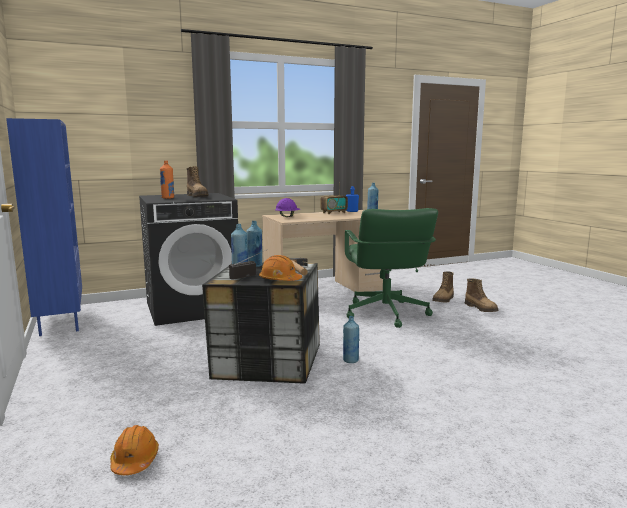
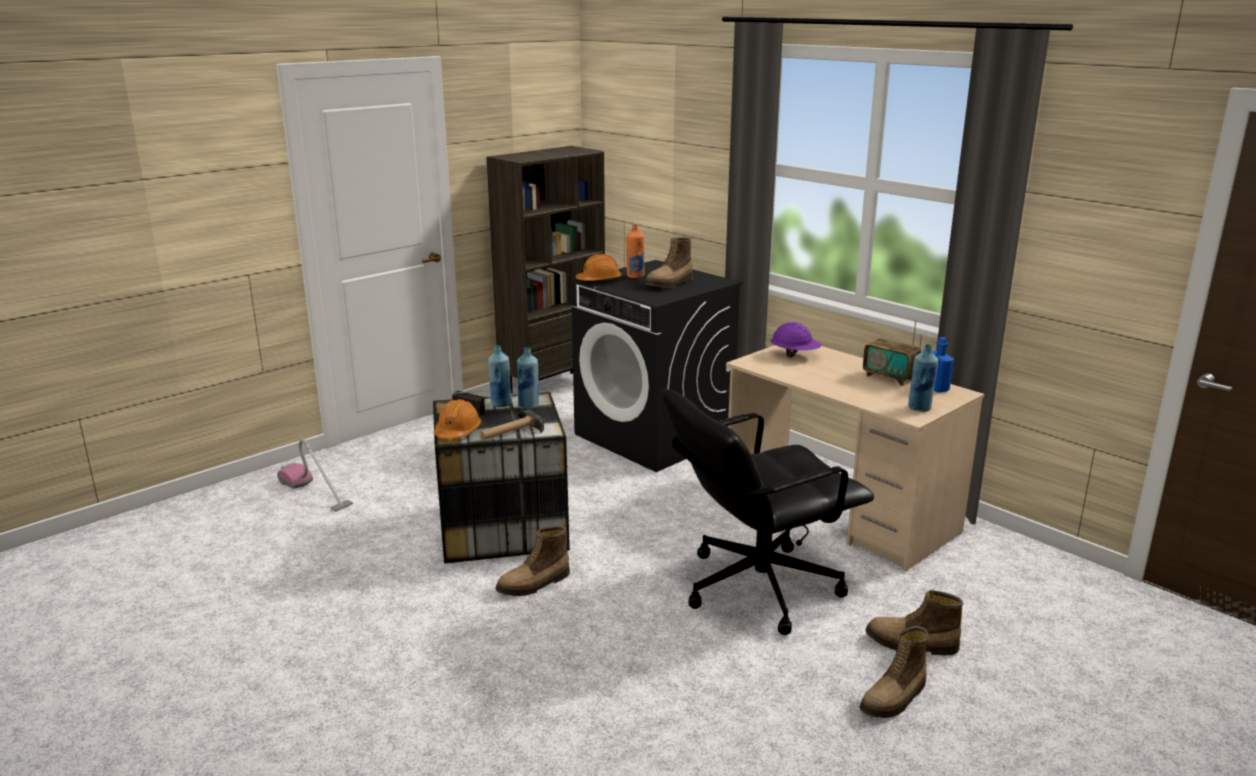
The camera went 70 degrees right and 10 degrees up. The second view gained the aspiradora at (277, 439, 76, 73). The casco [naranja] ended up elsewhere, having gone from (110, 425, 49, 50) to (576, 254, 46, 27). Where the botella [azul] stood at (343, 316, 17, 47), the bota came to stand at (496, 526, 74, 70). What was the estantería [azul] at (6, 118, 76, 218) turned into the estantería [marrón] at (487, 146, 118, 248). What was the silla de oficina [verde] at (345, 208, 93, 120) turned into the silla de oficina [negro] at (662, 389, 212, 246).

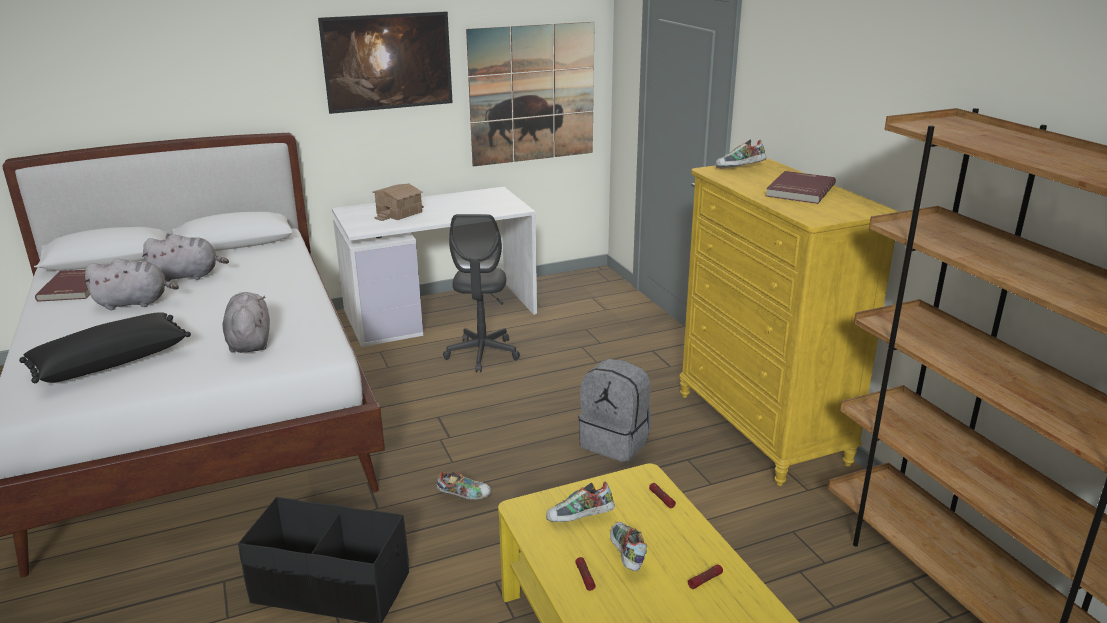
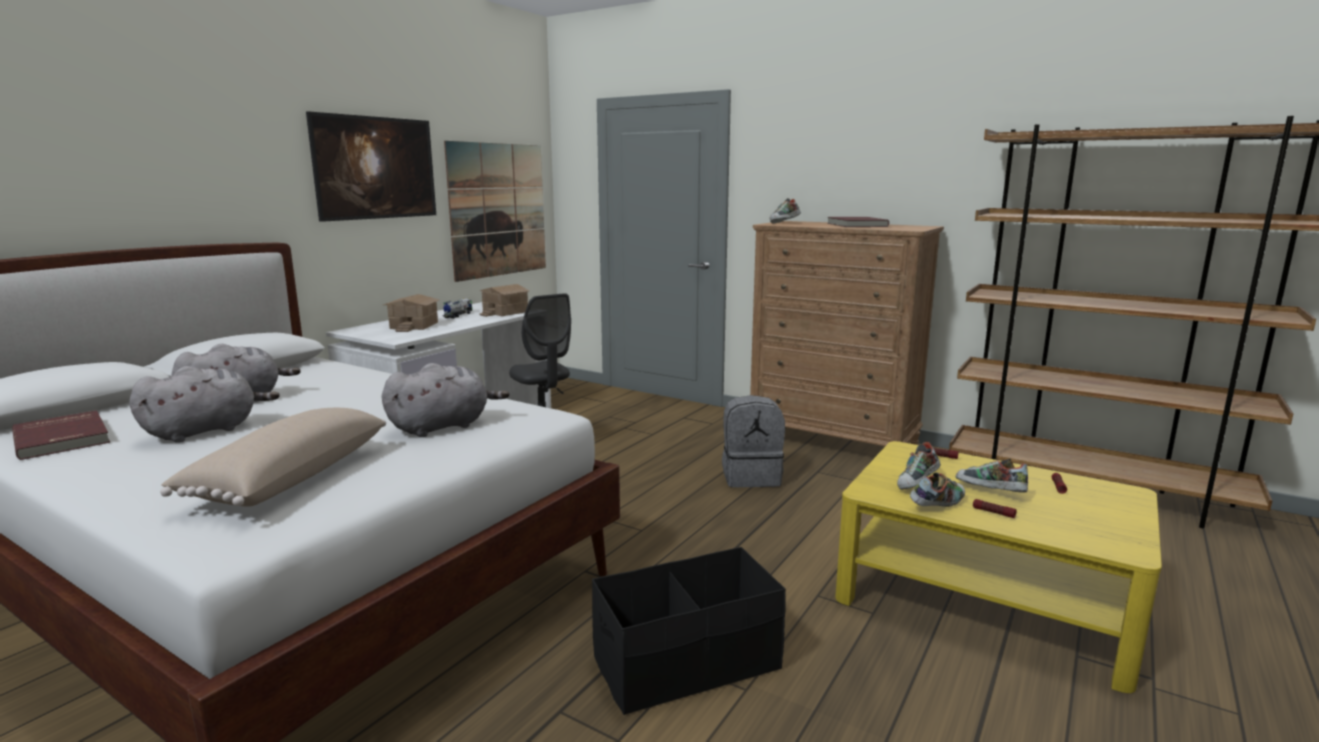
The camera went 35 degrees left and 10 degrees down. The second view gained the camión de juguete at (443, 298, 29, 20). The second view gained the casita at (479, 284, 50, 33). The zapato ended up elsewhere, having gone from (437, 472, 54, 28) to (910, 473, 55, 34). What was the cojín [negro] at (19, 312, 172, 71) turned into the cojín [beis] at (160, 408, 226, 98). What was the cómoda [amarillo] at (680, 159, 219, 327) turned into the cómoda [marrón] at (750, 221, 194, 225). The peluche [gris] at (223, 292, 47, 61) ended up facing another way, 105 degrees clockwise from before.

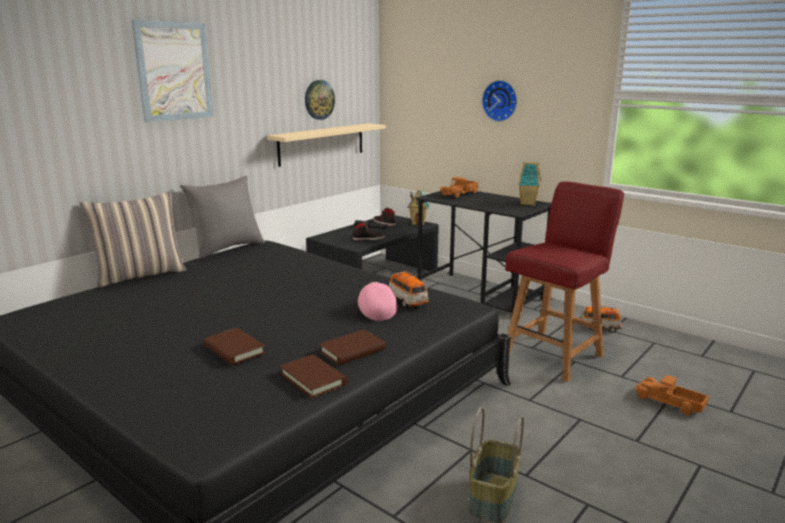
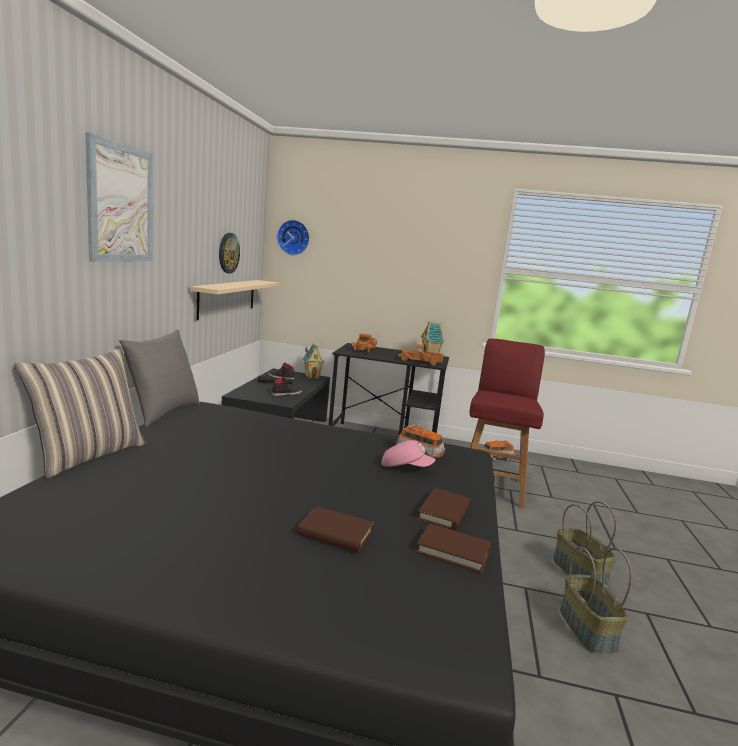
The camera went 30 degrees left and 5 degrees down. The second view gained the cesta at (553, 501, 64, 85). The reloj de pared ended up elsewhere, having gone from (482, 80, 35, 42) to (277, 220, 33, 35). The camión de juguete ended up elsewhere, having gone from (634, 375, 75, 40) to (399, 344, 45, 22). The gorra [rosa] at (358, 282, 39, 39) ended up facing another way, 150 degrees clockwise from before.

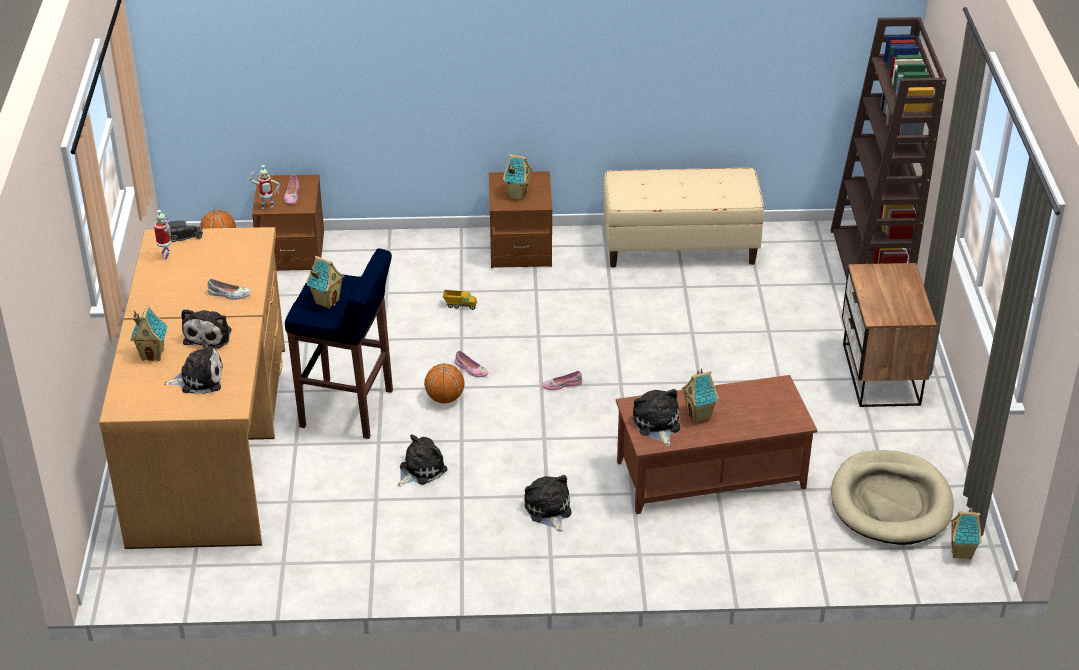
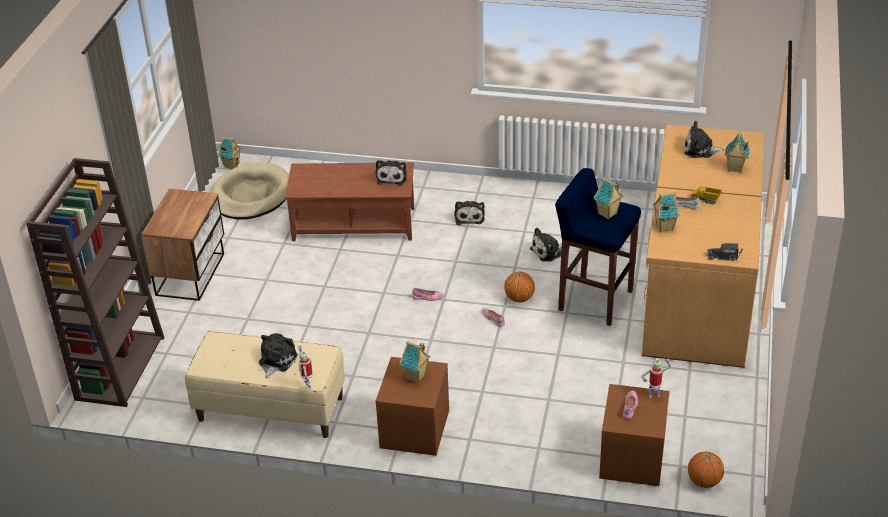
The camera went 165 degrees left and 0 degrees up. The robot de juguete ended up elsewhere, having gone from (154, 210, 17, 51) to (298, 346, 15, 43). The peluche ended up elsewhere, having gone from (181, 309, 50, 40) to (259, 333, 39, 46). The camión de juguete ended up elsewhere, having gone from (443, 290, 34, 20) to (691, 186, 31, 18). The casita ended up elsewhere, having gone from (681, 368, 38, 55) to (653, 192, 27, 40).

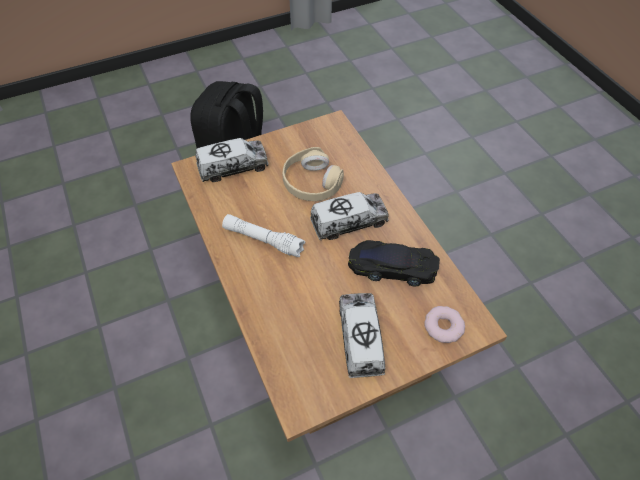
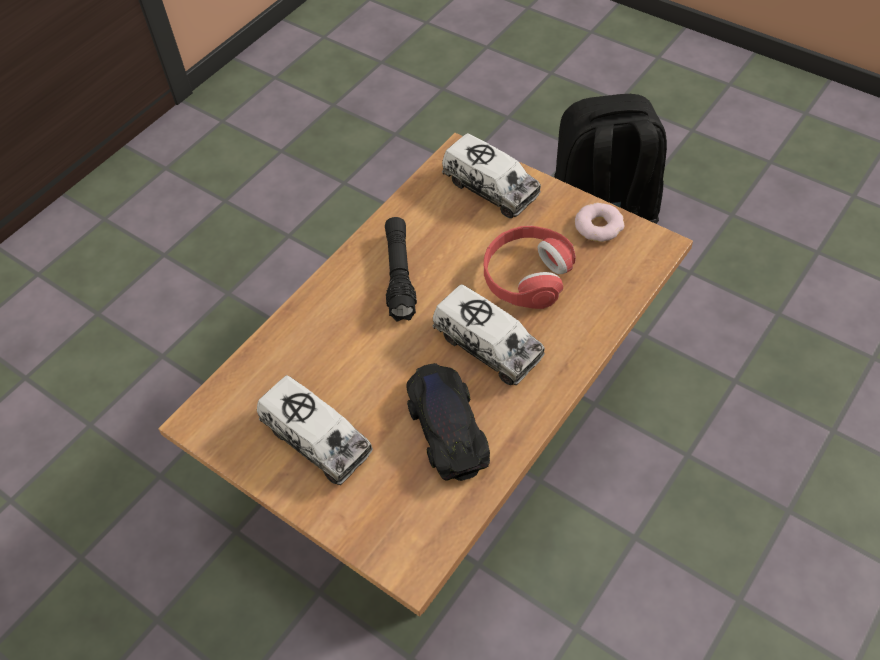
The camera went 65 degrees right and 0 degrees up. The rosquilla ended up elsewhere, having gone from (424, 306, 41, 37) to (575, 203, 49, 39). What was the linterna [blanco] at (222, 214, 83, 43) turned into the linterna [negro] at (385, 217, 32, 105). What was the auriculares [beis] at (282, 147, 62, 54) turned into the auriculares [rojo] at (484, 226, 92, 83). The camión de juguete at (339, 293, 46, 85) ended up facing another way, 75 degrees clockwise from before.

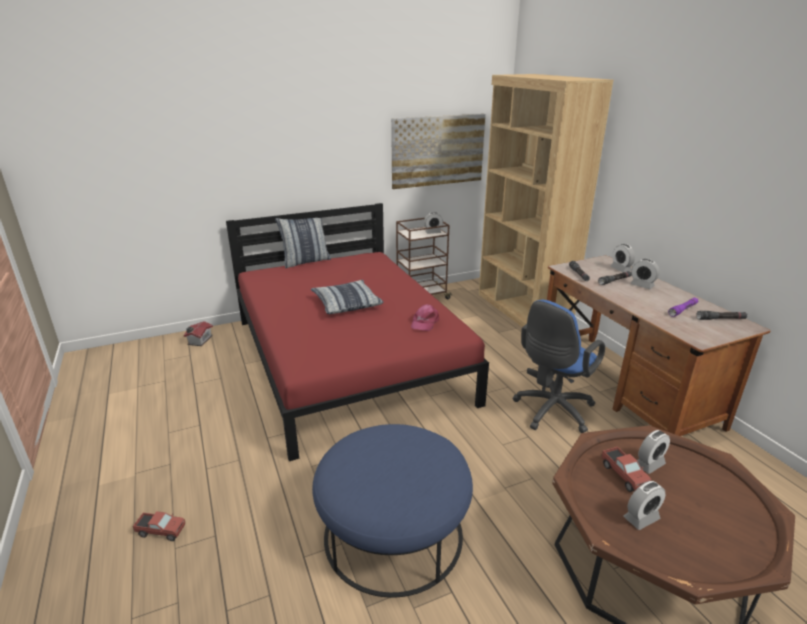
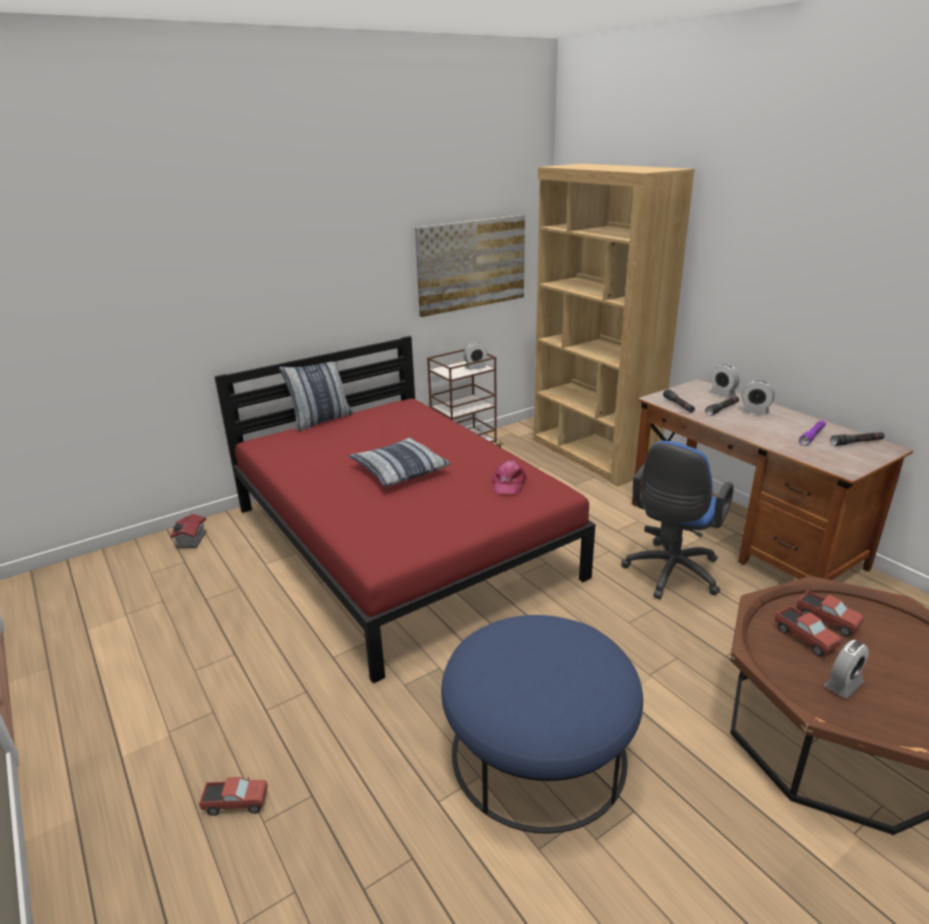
The camera went 10 degrees left and 0 degrees up. Where the despertador stood at (637, 430, 33, 44), the camión de juguete came to stand at (797, 591, 67, 46).

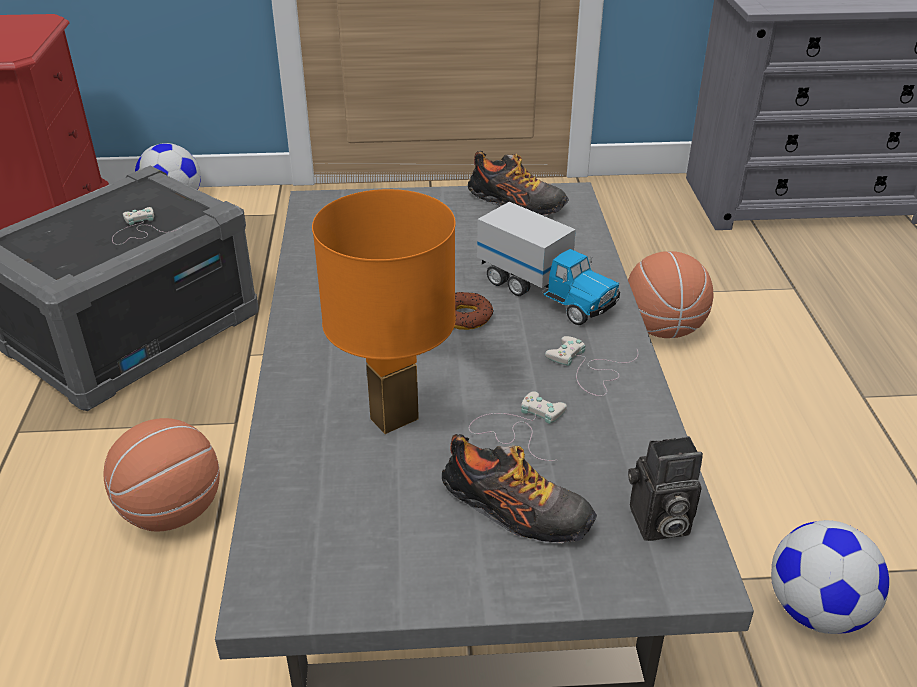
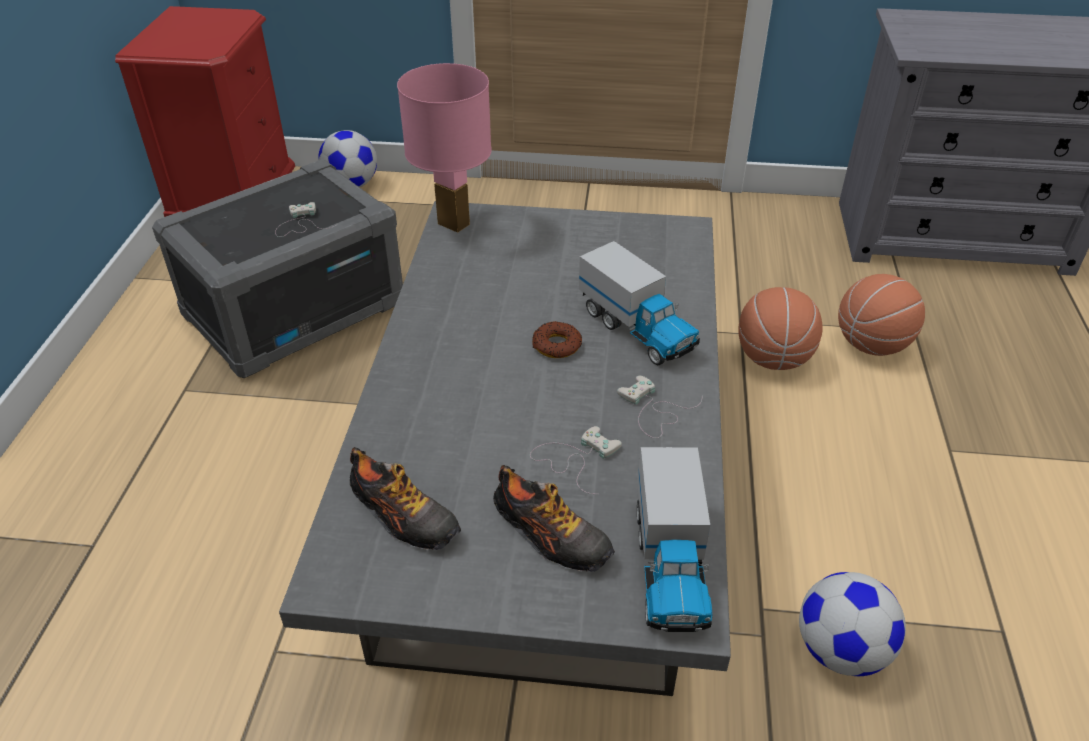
The camera went 10 degrees right and 5 degrees up. The second view lost the lámpara de mesa [naranja] at (312, 189, 144, 245). The second view gained the lámpara de mesa [rosa] at (397, 63, 95, 170). The balón de baloncesto ended up elsewhere, having gone from (103, 418, 117, 114) to (838, 274, 87, 82). The zapato ended up elsewhere, having gone from (468, 151, 101, 64) to (350, 447, 111, 103). Where the cámara stood at (628, 436, 75, 105), the camión de juguete came to stand at (637, 447, 75, 185).

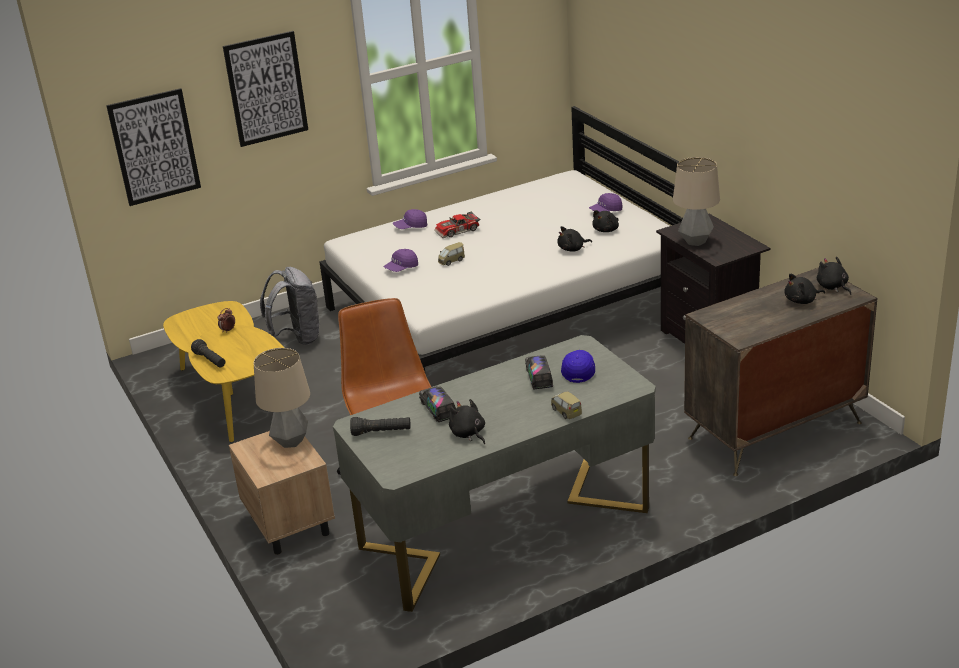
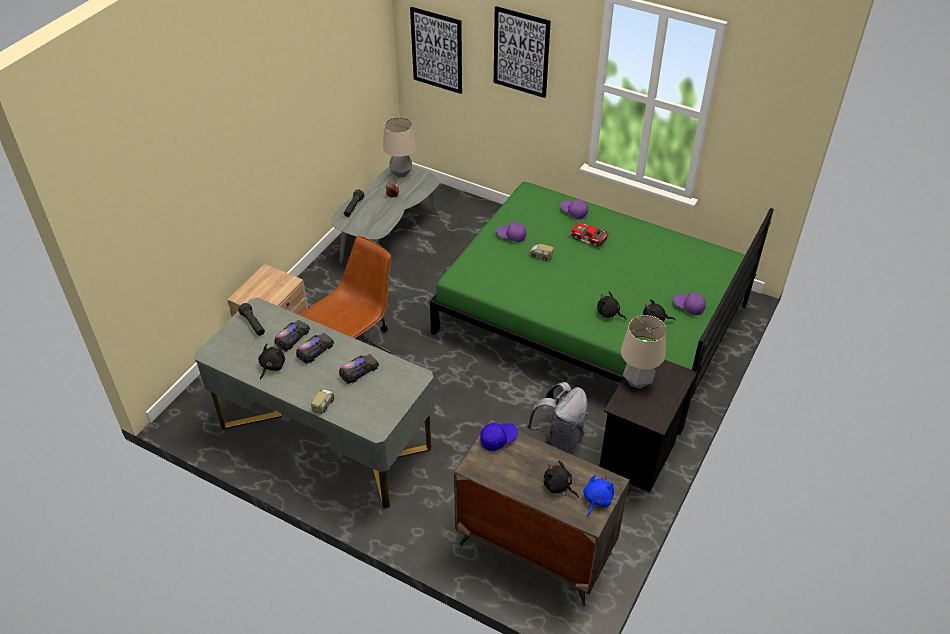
The camera went 55 degrees right and 15 degrees up. The second view gained the camión de juguete at (296, 333, 38, 31). The lámpara de mesa ended up elsewhere, having gone from (254, 348, 56, 100) to (383, 117, 33, 60). The mochila [gris] ended up elsewhere, having gone from (260, 267, 59, 78) to (527, 382, 61, 71). The gorra [azul] ended up elsewhere, having gone from (561, 350, 34, 33) to (480, 422, 38, 29). What was the mesa de centro [amarillo] at (163, 301, 121, 141) turned into the mesa de centro [gris] at (331, 166, 109, 97). What was the cama [blanco] at (319, 106, 364, 265) turned into the cama [verde] at (430, 182, 344, 253). What was the peluche [negro] at (817, 256, 34, 39) turned into the peluche [azul] at (583, 474, 31, 43).

